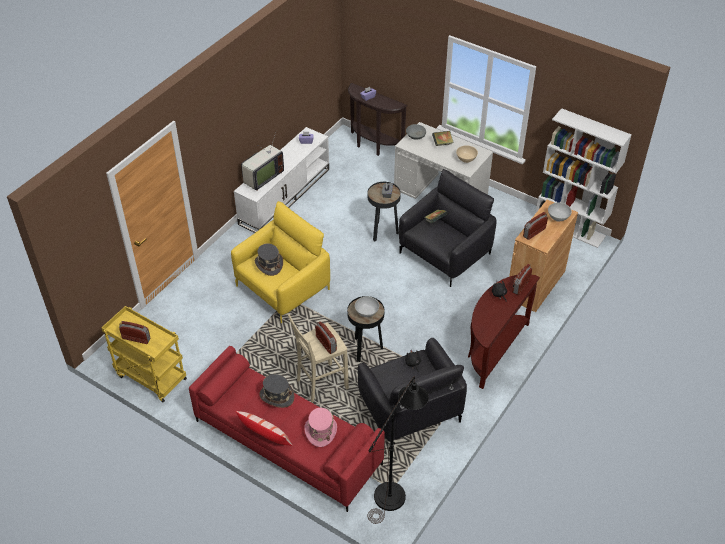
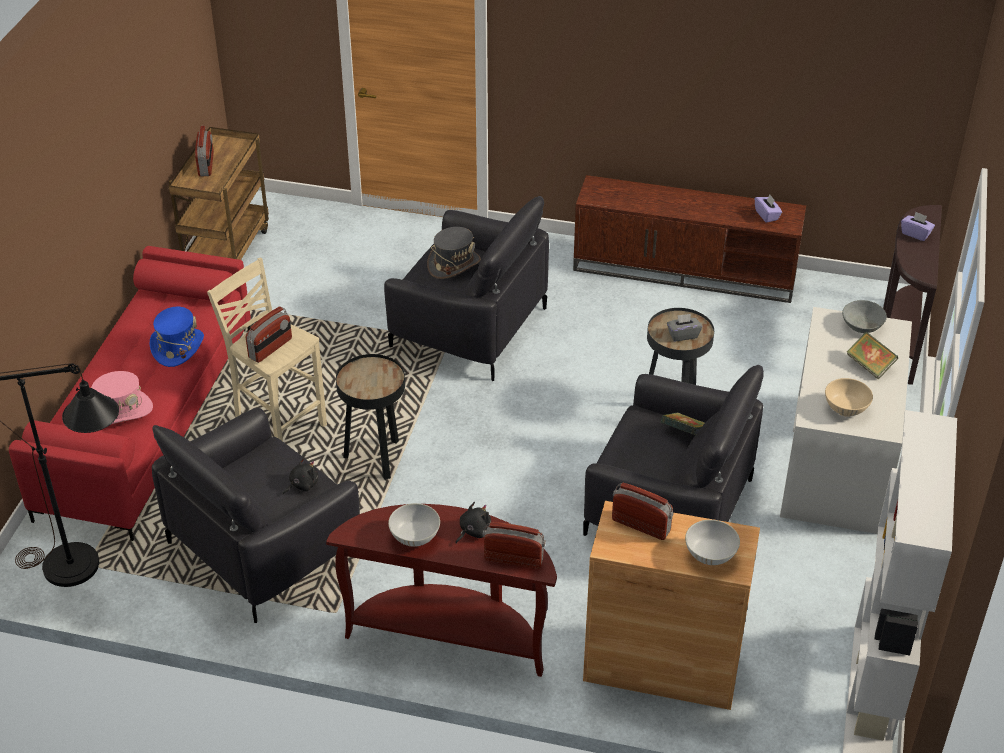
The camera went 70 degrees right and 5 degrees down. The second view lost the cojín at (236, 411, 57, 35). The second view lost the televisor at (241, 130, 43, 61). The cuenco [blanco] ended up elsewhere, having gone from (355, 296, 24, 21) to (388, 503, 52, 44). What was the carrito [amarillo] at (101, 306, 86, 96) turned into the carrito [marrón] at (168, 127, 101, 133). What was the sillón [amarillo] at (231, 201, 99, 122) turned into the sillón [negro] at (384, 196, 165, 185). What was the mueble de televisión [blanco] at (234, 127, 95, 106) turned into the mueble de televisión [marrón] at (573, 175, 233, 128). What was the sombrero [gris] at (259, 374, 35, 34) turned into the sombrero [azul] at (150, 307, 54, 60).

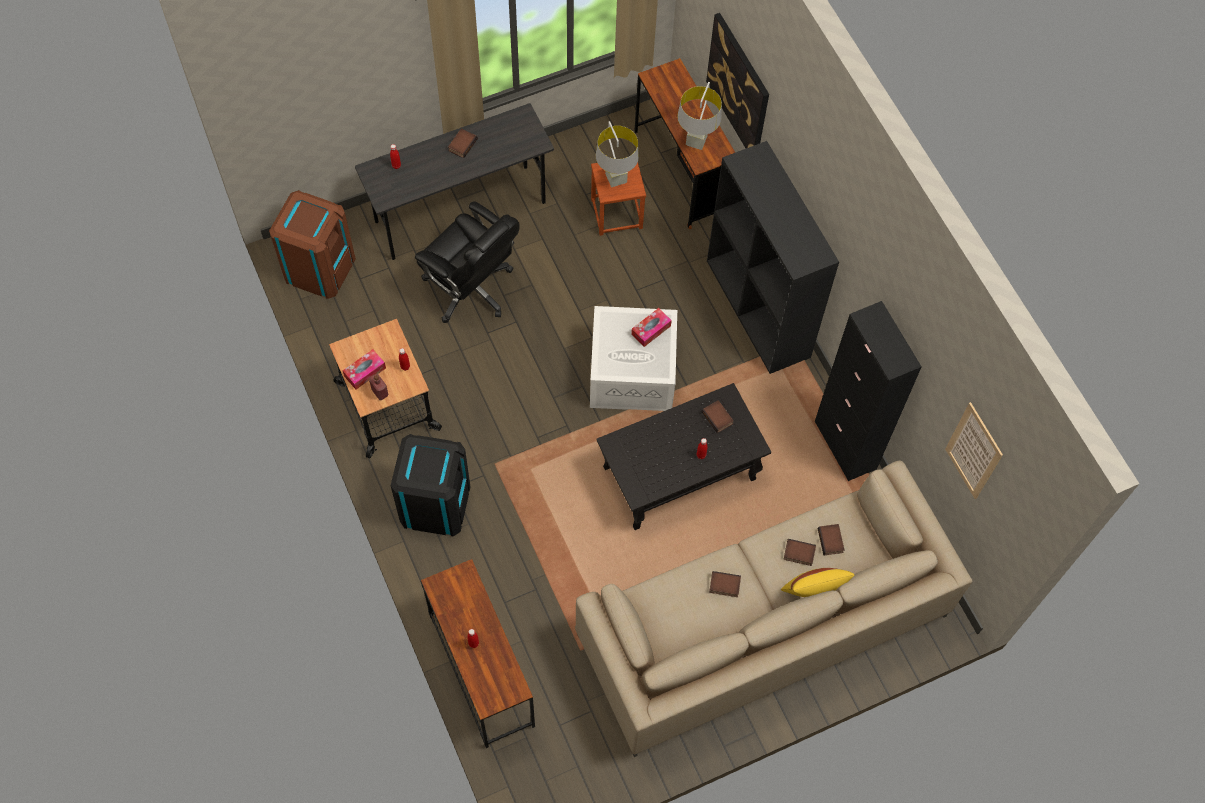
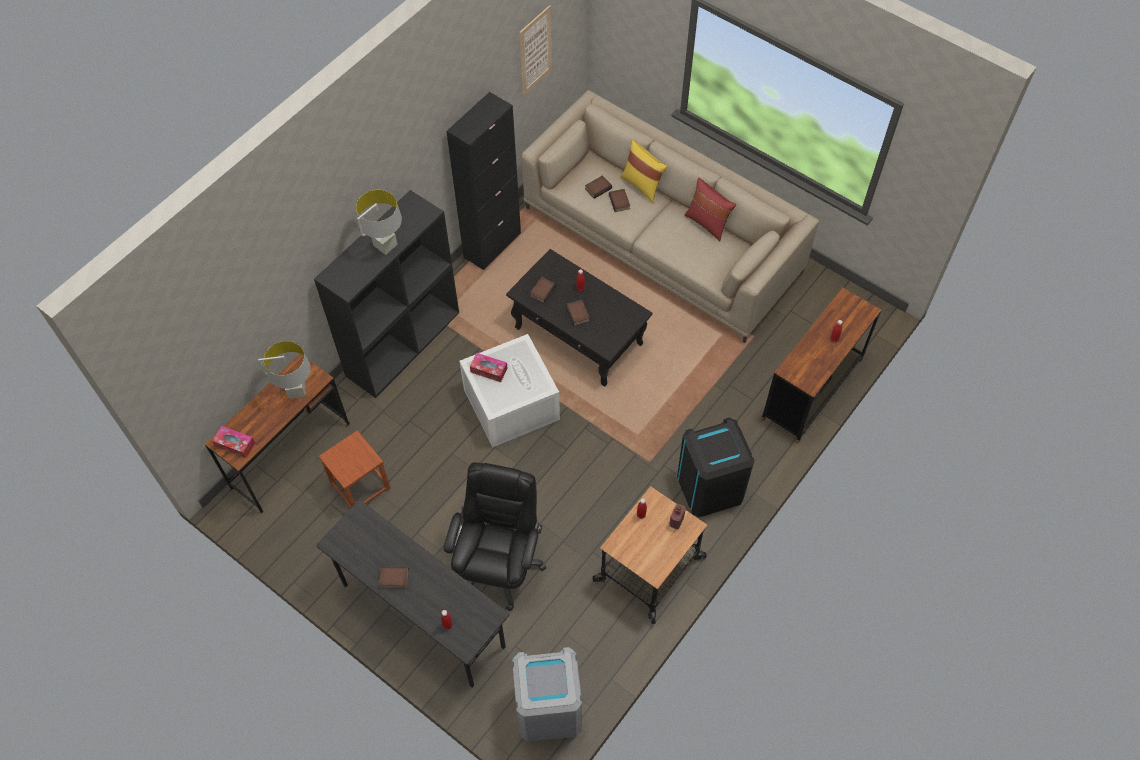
The camera went 115 degrees left and 5 degrees down. The second view lost the cuadro at (706, 13, 63, 135). The second view gained the cojín [rojo] at (685, 178, 51, 64). The caja de pañuelos ended up elsewhere, having gone from (342, 349, 44, 40) to (212, 426, 43, 32). The lámpara de mesa [gris] ended up elsewhere, having gone from (596, 121, 43, 66) to (356, 190, 46, 65). The libro ended up elsewhere, having gone from (709, 571, 32, 26) to (566, 300, 23, 26). What was the papelera [marrón] at (269, 190, 87, 109) turned into the papelera [gris] at (512, 647, 70, 95).

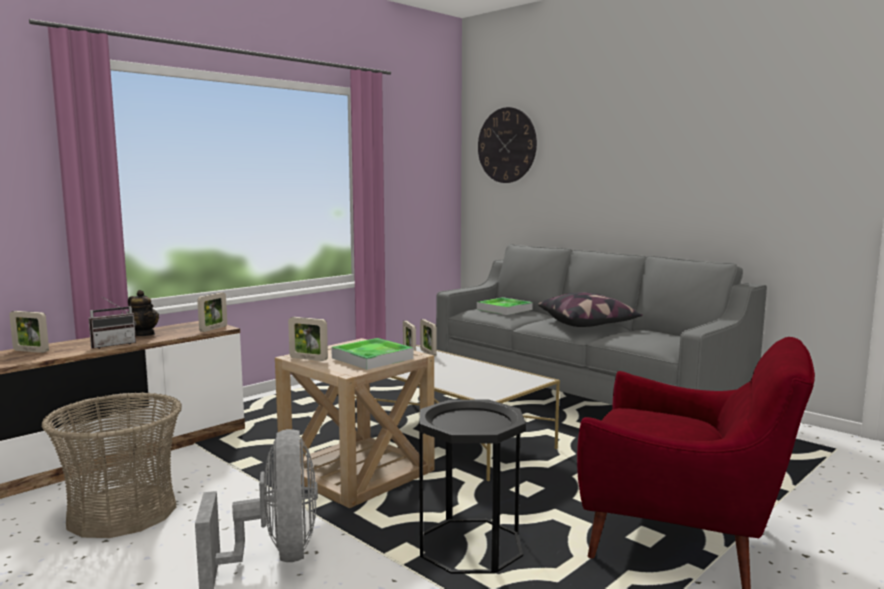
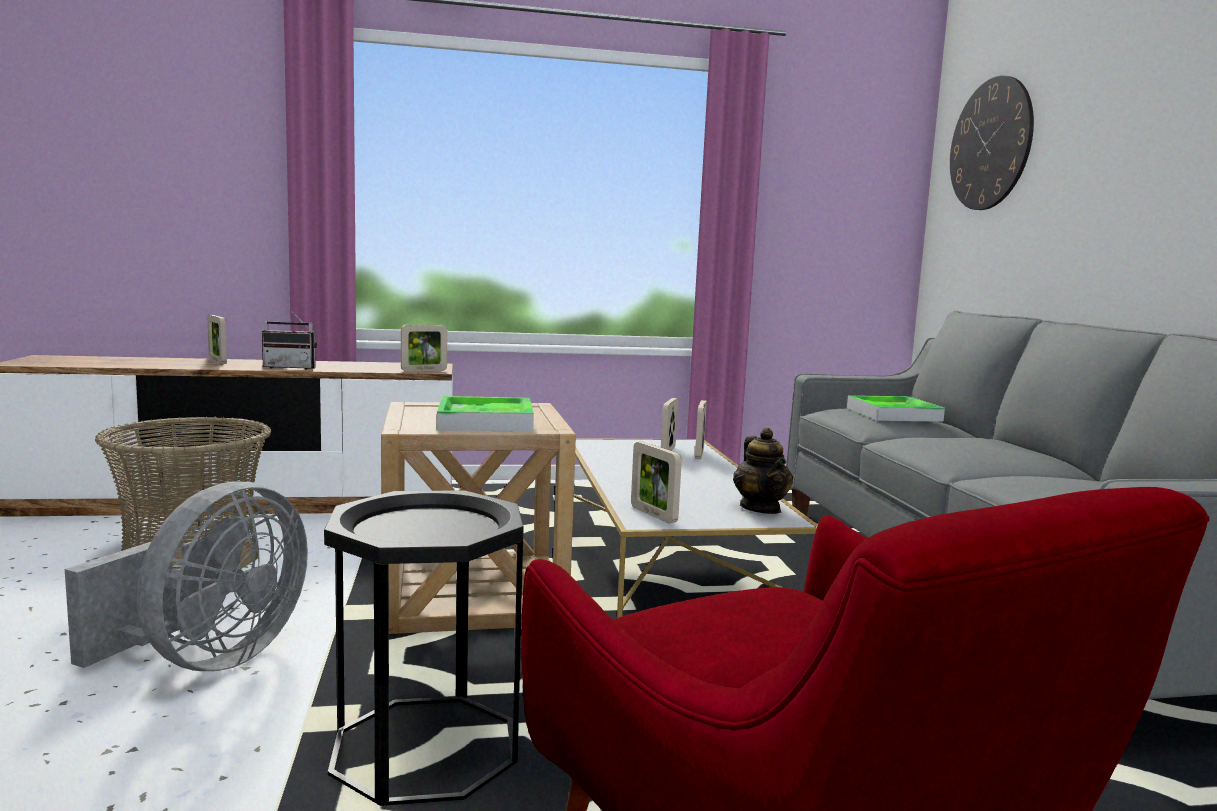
The camera went 35 degrees right and 0 degrees up. The second view lost the cojín at (538, 292, 105, 35). The tetera ended up elsewhere, having gone from (128, 290, 31, 46) to (733, 428, 60, 86). The portarretratos ended up elsewhere, having gone from (288, 317, 40, 44) to (631, 442, 51, 81).

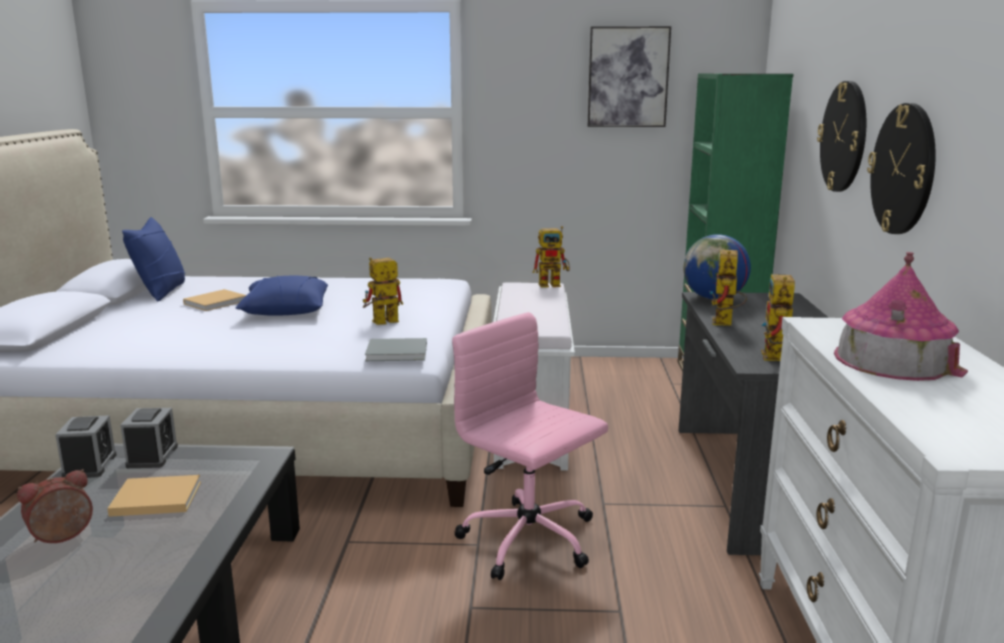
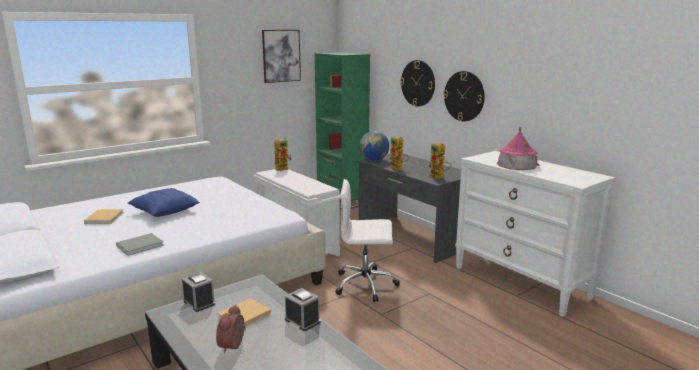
The camera went 40 degrees left and 0 degrees up. The second view lost the cojín [azul] at (122, 217, 63, 84). The second view lost the robot de juguete at (363, 257, 40, 68). The despertador ended up elsewhere, having gone from (55, 415, 61, 63) to (285, 288, 36, 43). The libro [gris] ended up elsewhere, having gone from (365, 338, 62, 23) to (116, 233, 48, 23). What was the silla de oficina [rosa] at (452, 312, 156, 268) turned into the silla de oficina [blanco] at (335, 179, 65, 123).

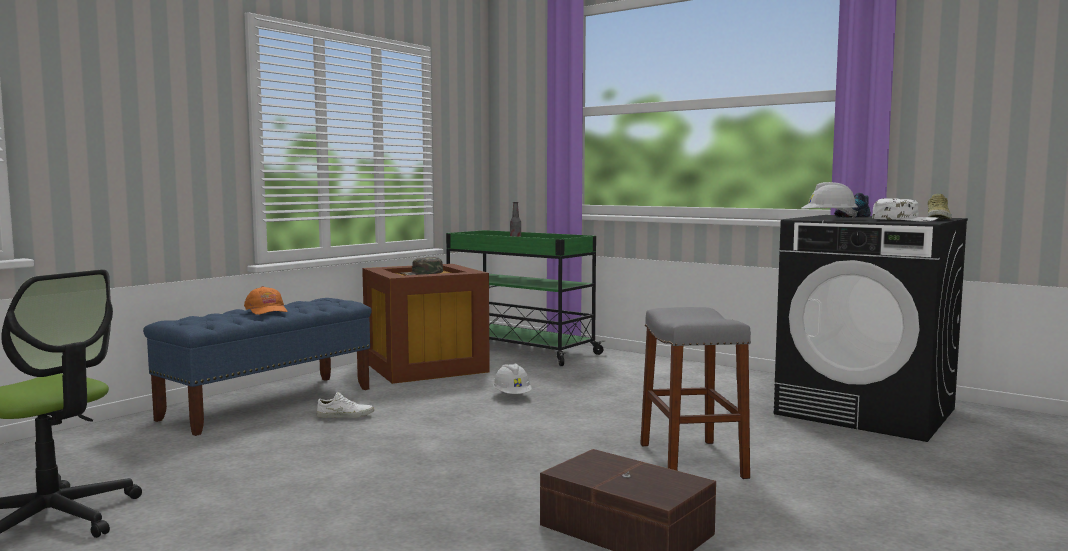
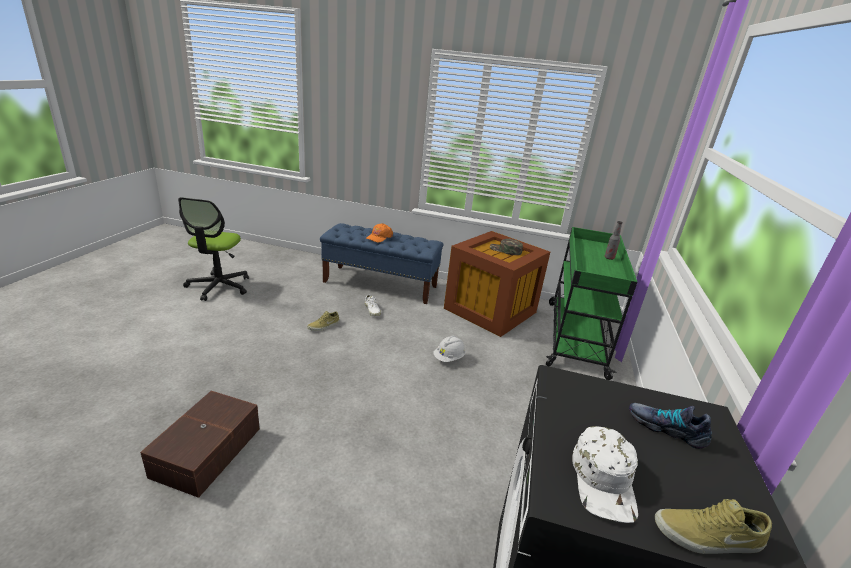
The camera went 65 degrees right and 20 degrees up. The second view lost the taburete [gris] at (640, 307, 111, 172). The second view lost the casco [blanco] at (801, 182, 57, 37). The second view gained the zapato [beis] at (307, 311, 32, 20).

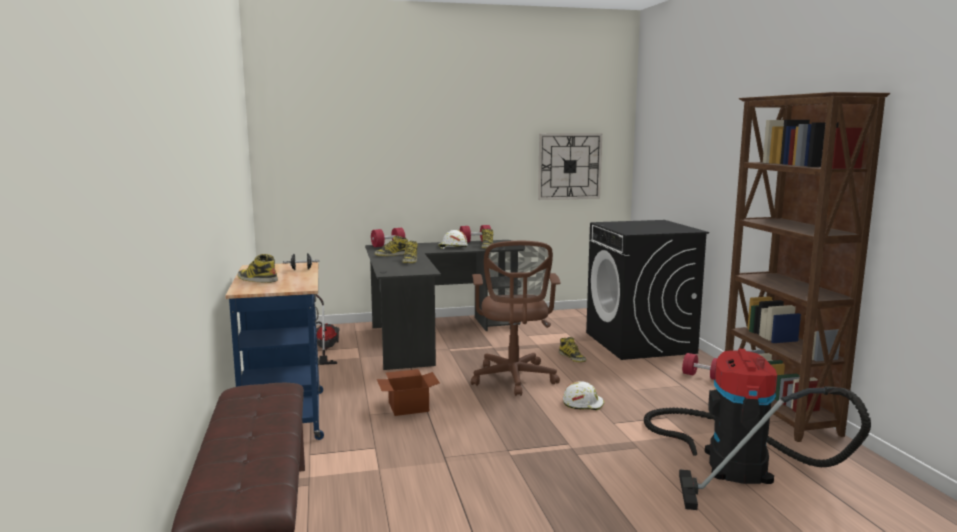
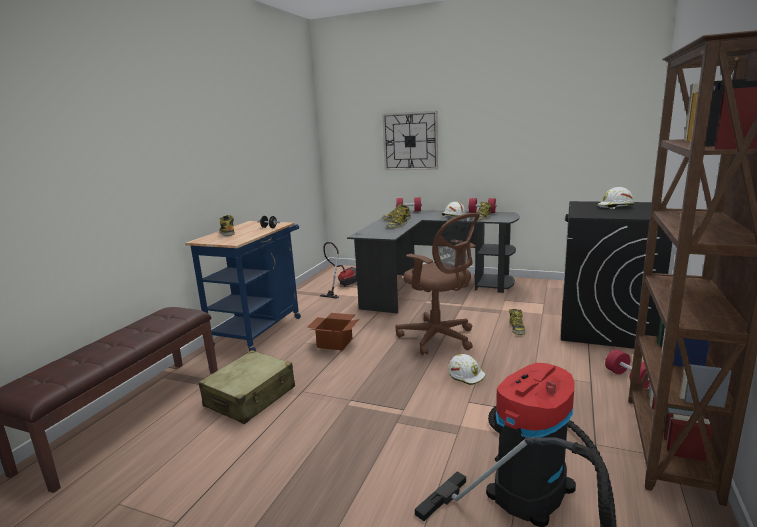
The camera went 35 degrees right and 5 degrees up. The second view gained the maleta [beis] at (199, 350, 96, 74). The second view gained the casco [blanco] at (597, 187, 37, 22). The reloj de pared ended up elsewhere, having gone from (538, 133, 64, 67) to (382, 111, 56, 59). The silla de oficina [marrón] at (471, 241, 90, 155) ended up facing another way, 75 degrees counterclockwise from before.

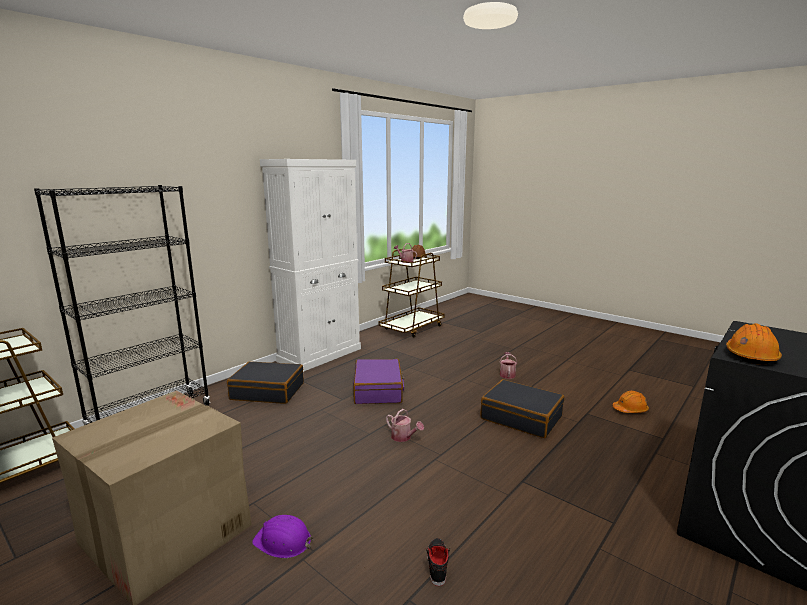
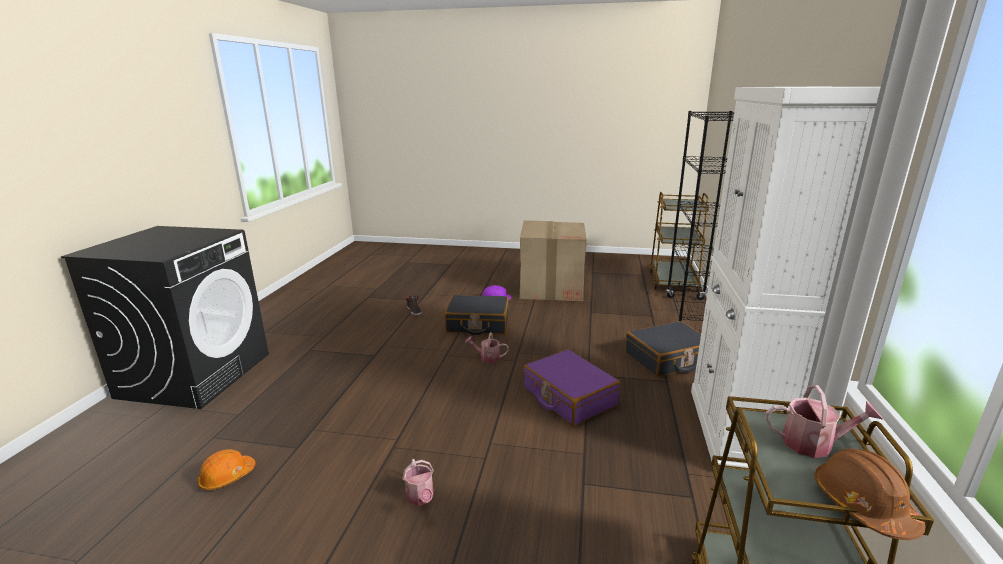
The camera went 150 degrees right and 5 degrees up. The second view lost the casco [naranja] at (726, 323, 56, 42). The maleta [negro] ended up elsewhere, having gone from (480, 379, 84, 59) to (444, 295, 65, 40).

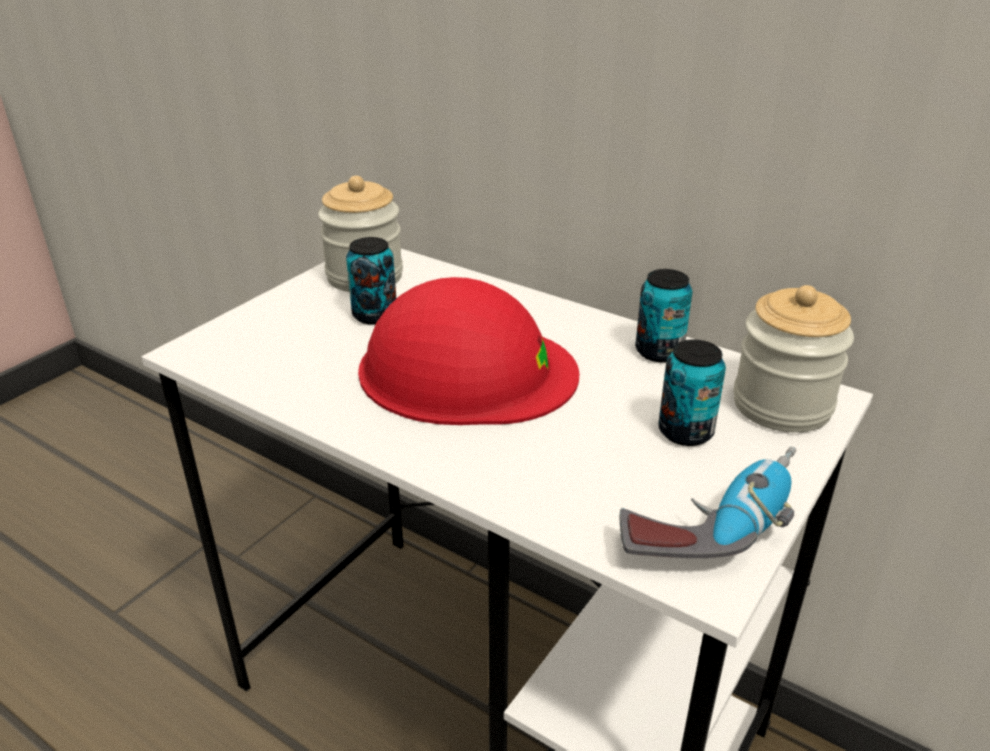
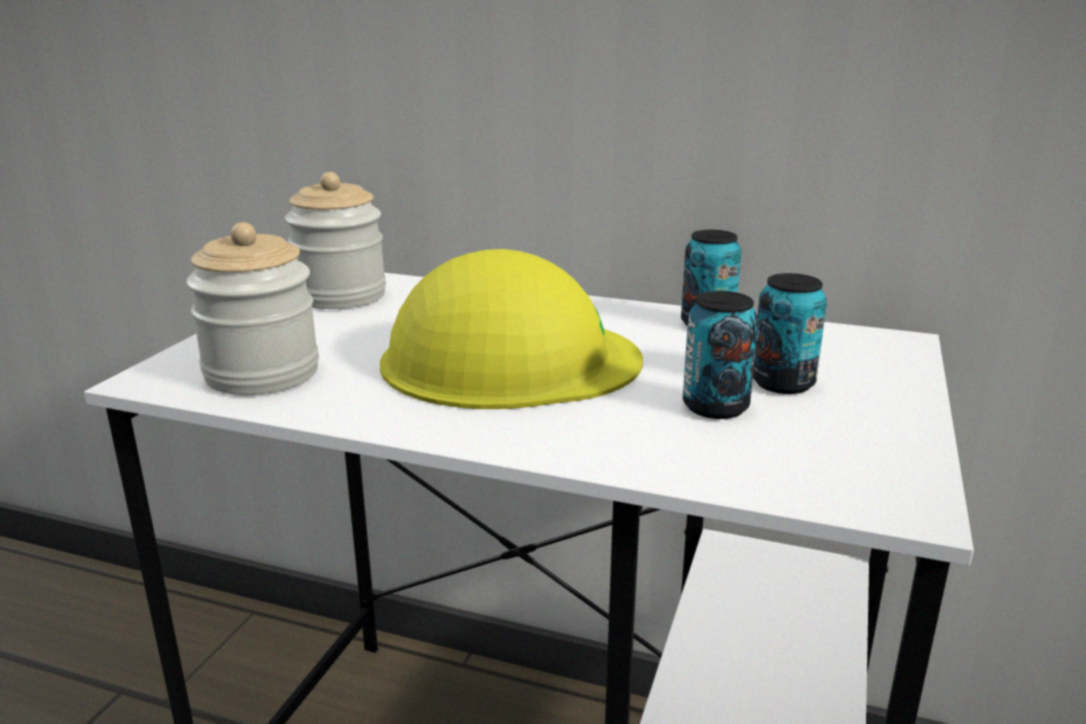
The camera went 15 degrees left and 10 degrees down. The second view lost the taladro at (620, 447, 176, 111). The lata ended up elsewhere, having gone from (346, 237, 50, 88) to (683, 291, 76, 128). The tarro ended up elsewhere, having gone from (733, 285, 121, 148) to (186, 222, 133, 173). What was the casco [rojo] at (358, 277, 221, 148) turned into the casco [amarillo] at (380, 249, 263, 160).

